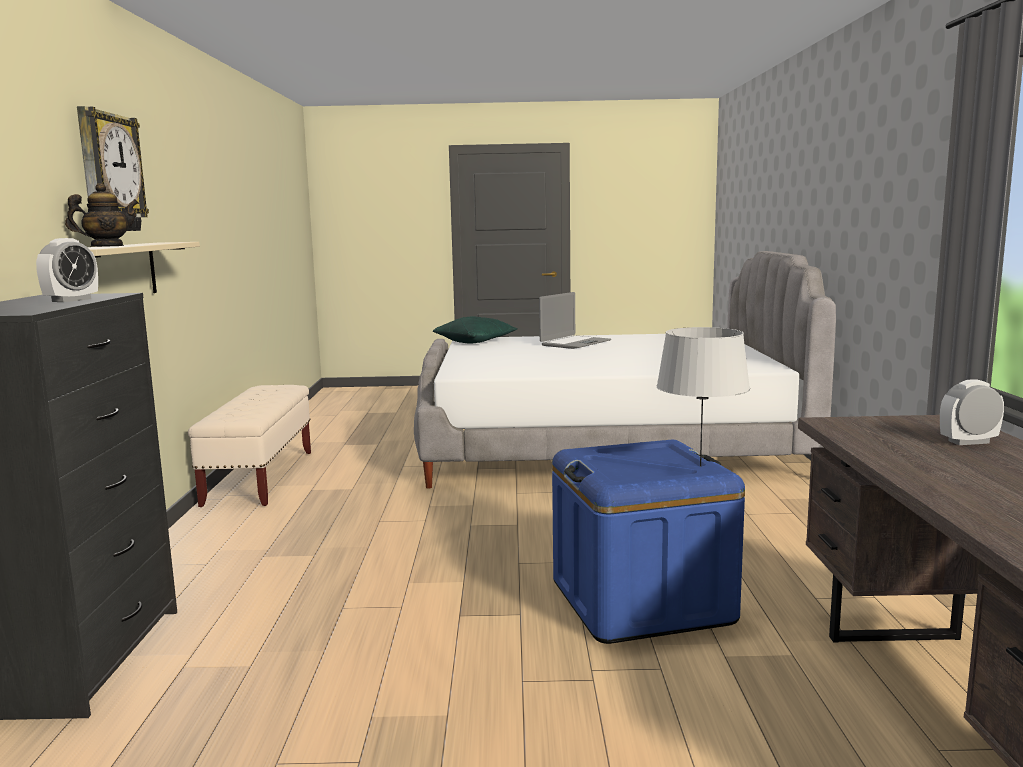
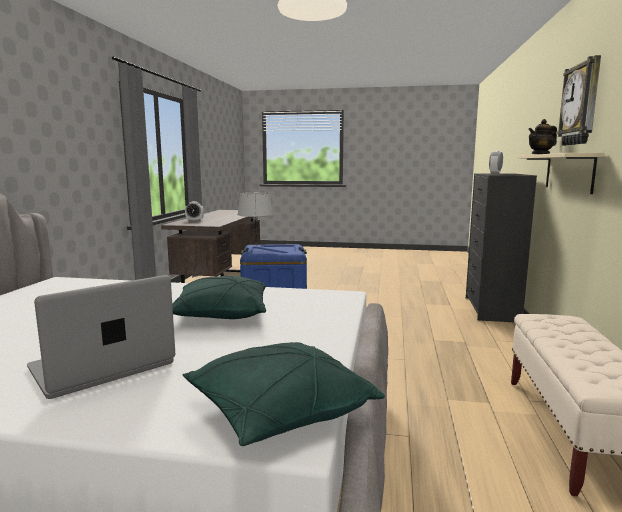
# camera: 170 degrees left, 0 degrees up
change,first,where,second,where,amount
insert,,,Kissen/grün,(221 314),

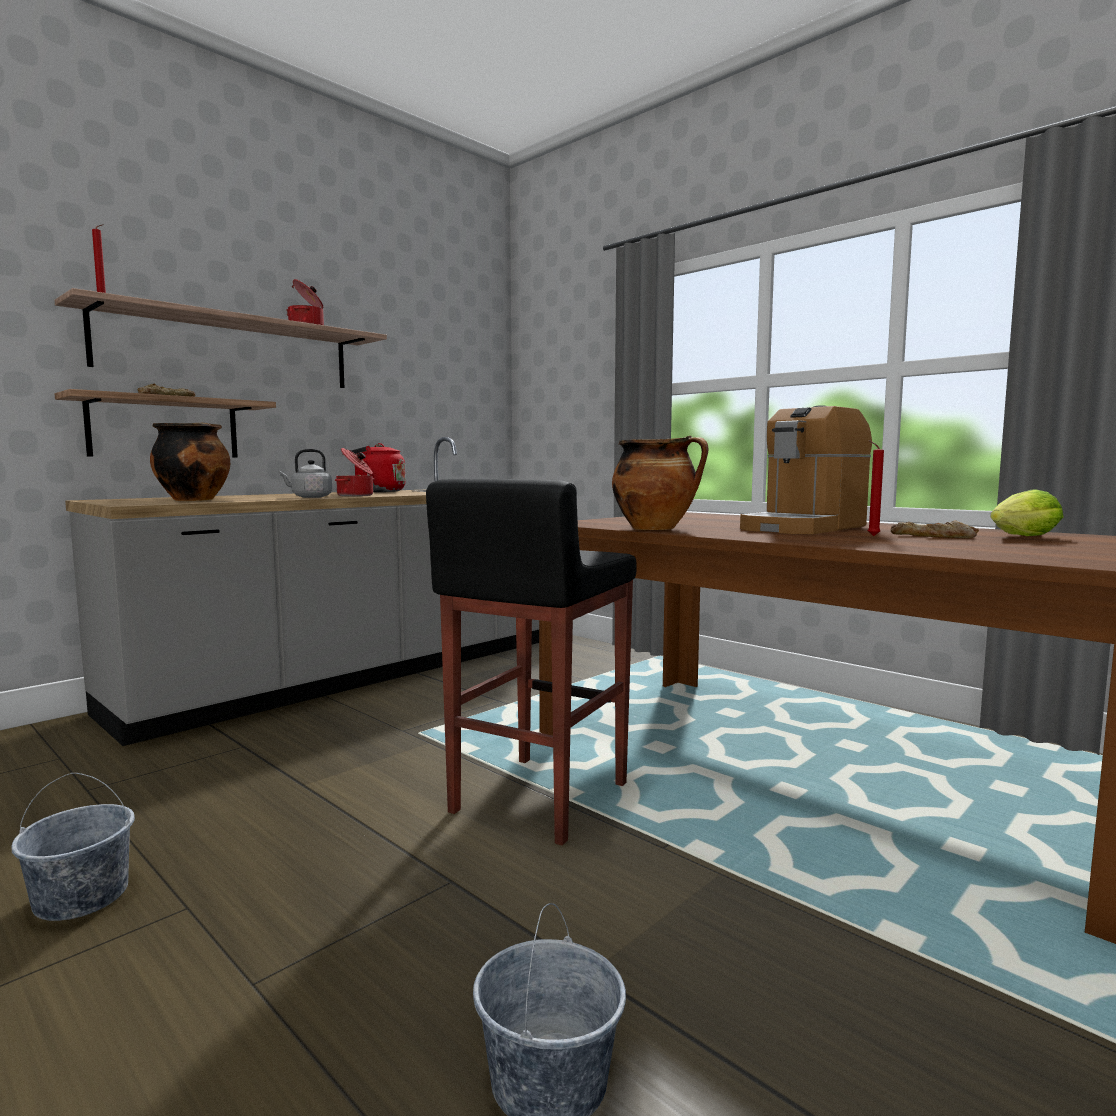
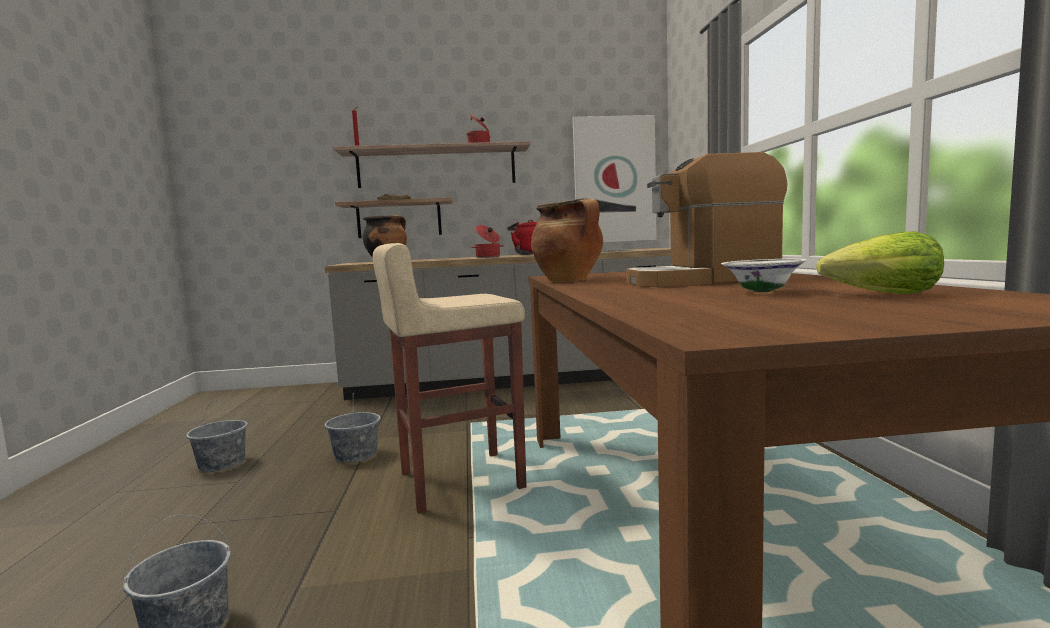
# camera: 40 degrees right, 0 degrees up
change,first,where,second,where,amount
delete,Kerze/rot,(871 536),,,
delete,Wasserkessel/grau,(309 497),,,
recolor,Hocker/schwarz,(537 798),Hocker/beige,(458 480),
replace,Brot,(933 536),Schüssel/weiß,(762 292),
insert,,,Bild,(614 180),
insert,,,Eimer/grau,(356 455),

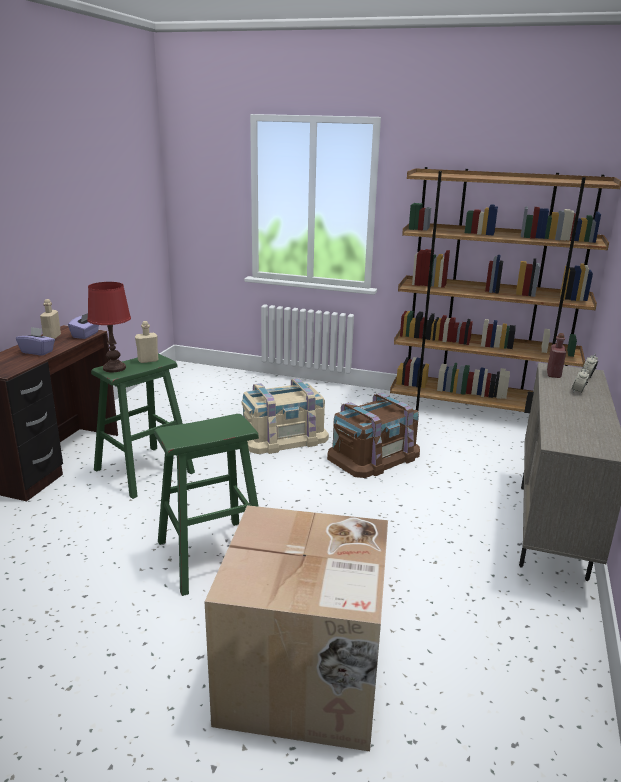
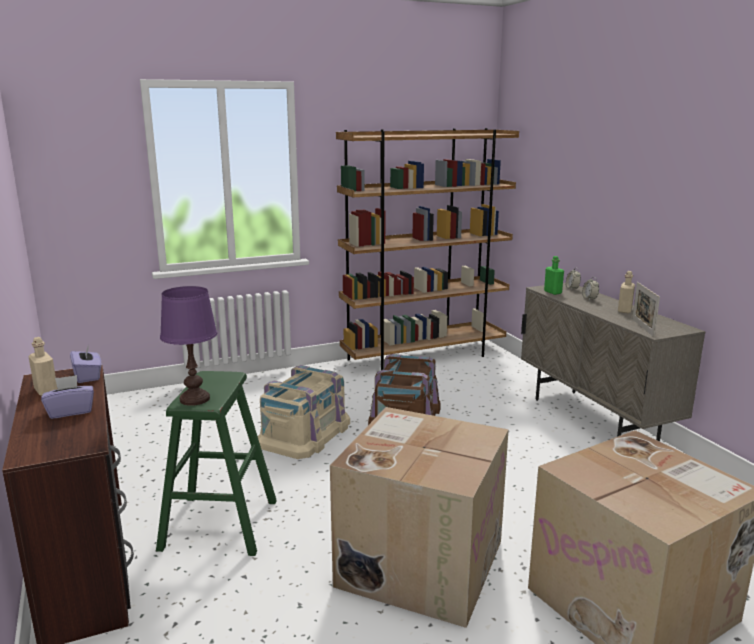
# camera: 40 degrees left, 5 degrees down
change,first,where,second,where,amount
recolor,Tischlampe/rot,(114 368),Tischlampe/lila,(195 399),
move,Flasche/beige,(148 360),,(624 310),
recolor,Flasche/rot,(553 374),Flasche/grün,(552 292),
replace,Hocker/grün,(212 555),Karton,(419 561),
insert,,,Bilderrahmen,(642 328),

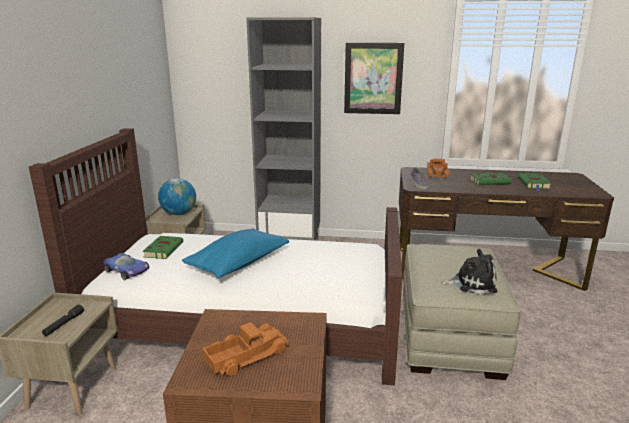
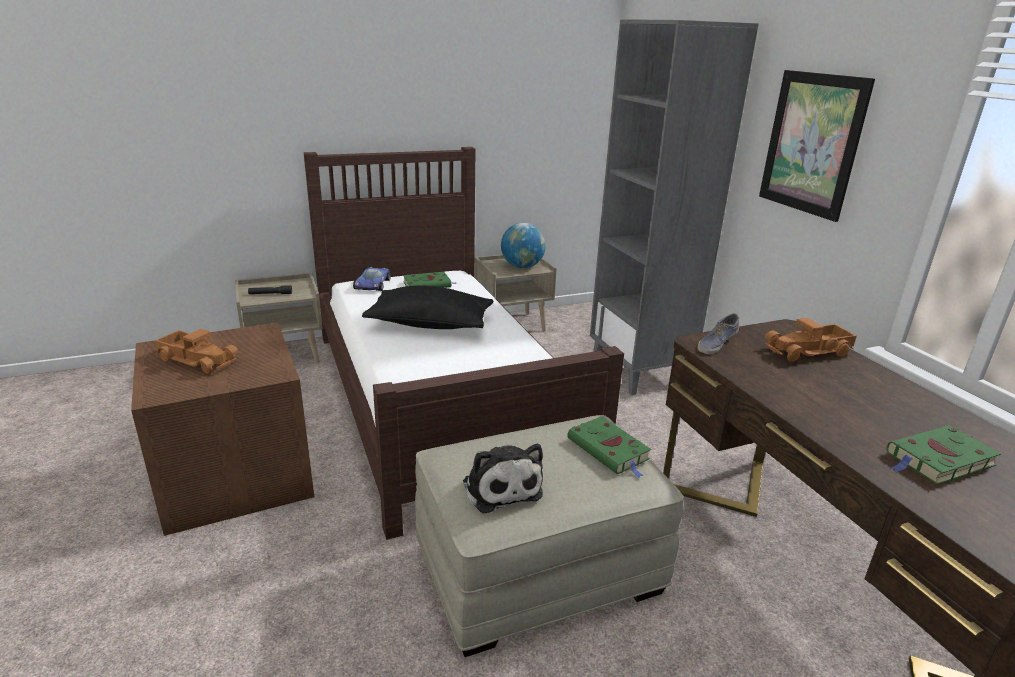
# camera: 60 degrees right, 5 degrees up
change,first,where,second,where,amount
move,Buch/grün,(490 181),,(610 450),
recolor,Kissen/blau,(238 264),Kissen/schwarz,(430 324),

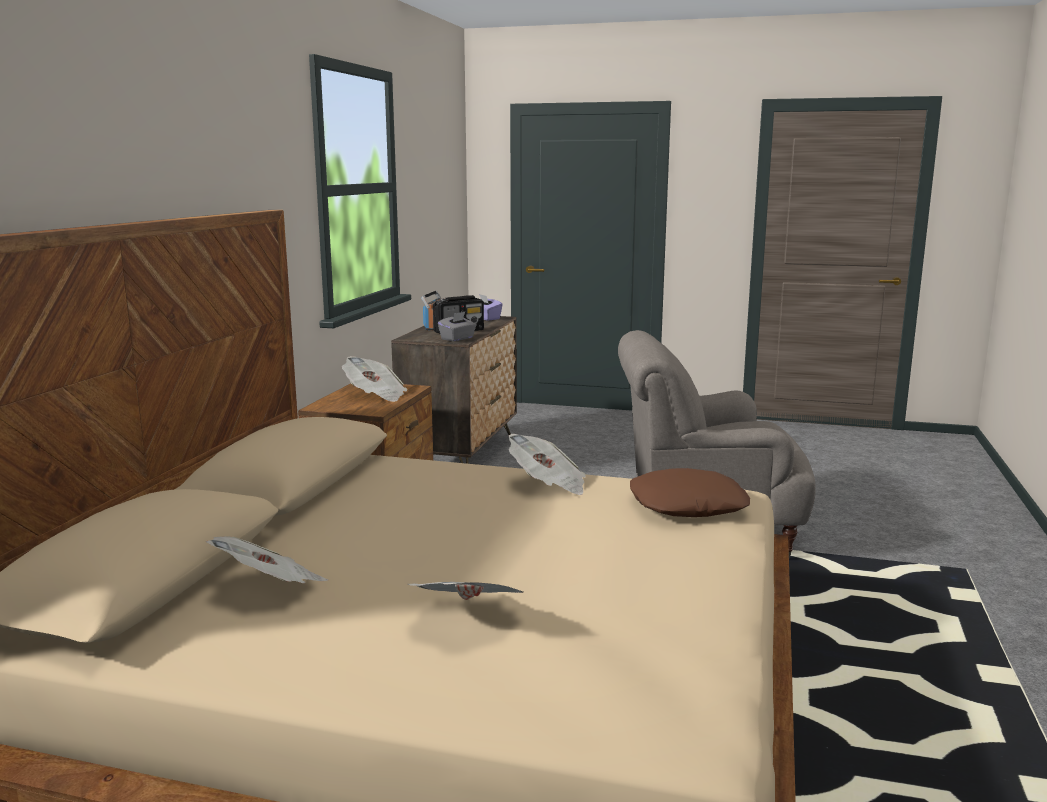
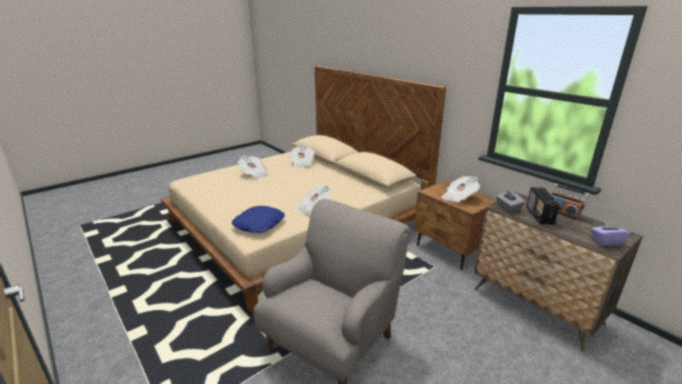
# camera: 125 degrees right, 10 degrees up
change,first,where,second,where,amount
recolor,Kissen/braun,(687 505),Kissen/blau,(259 224),

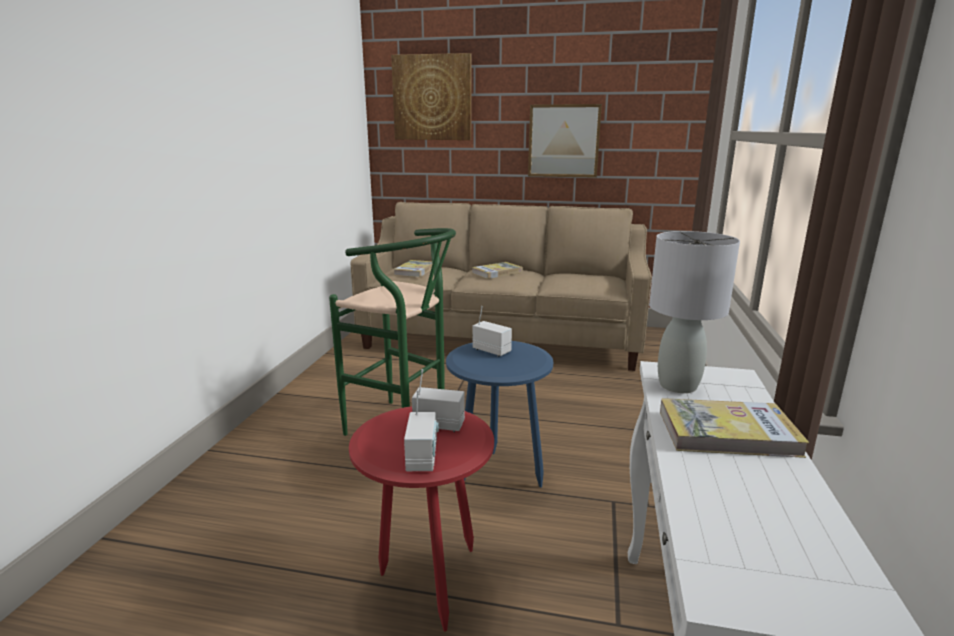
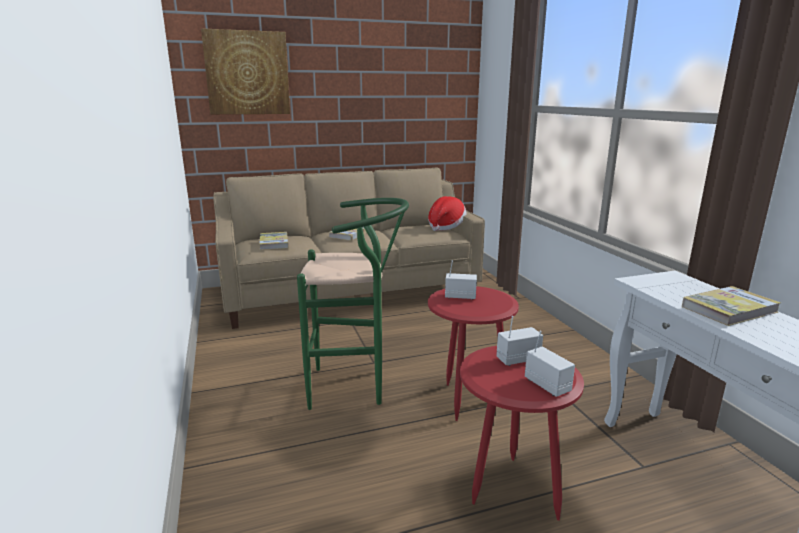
# camera: 30 degrees left, 0 degrees up
change,first,where,second,where,amount
delete,Bild,(563 141),,,
delete,Tischlampe/grau,(677 386),,,
recolor,Beistelltisch/blau,(497 473),Beistelltisch/rot,(467 398),
insert,,,Hut,(445 226),

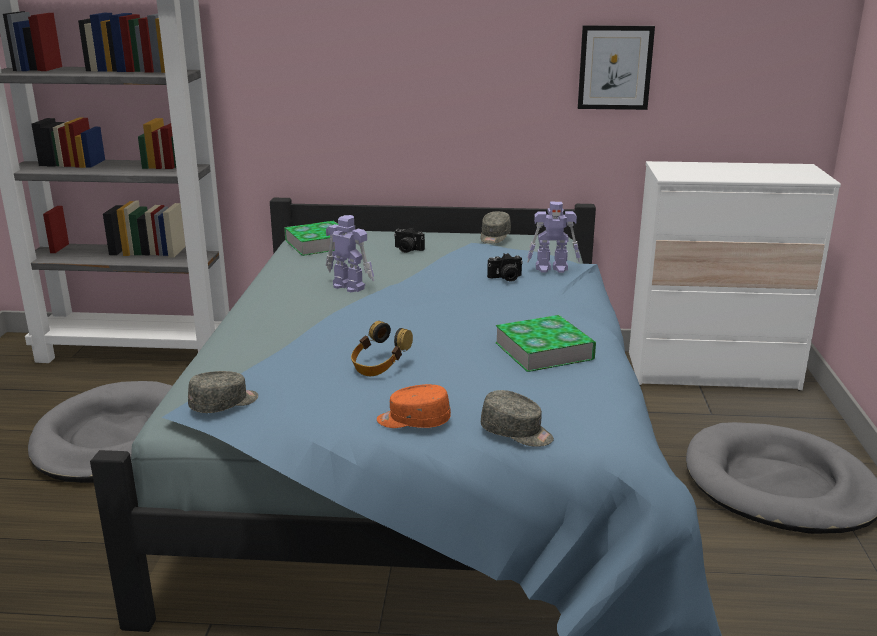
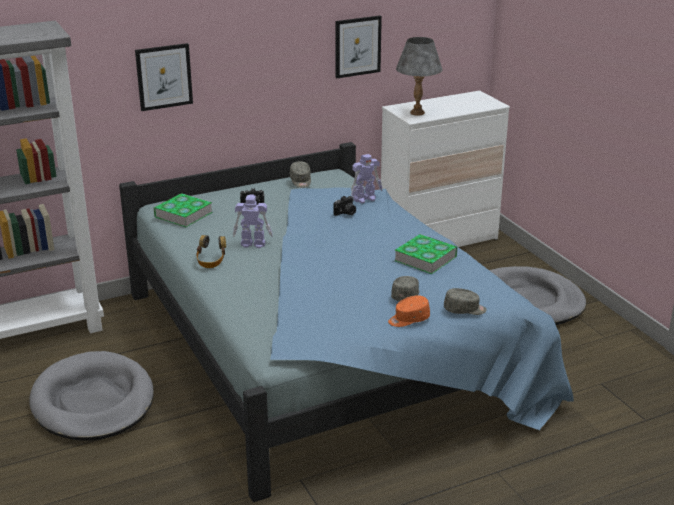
# camera: 30 degrees left, 5 degrees up
change,first,where,second,where,amount
move,Kopfhörer,(379 366),,(211 261),
move,Kappe/grau,(224 404),,(406 295),
insert,,,Tischlampe/grau,(417 113),
insert,,,Bild,(164 76),

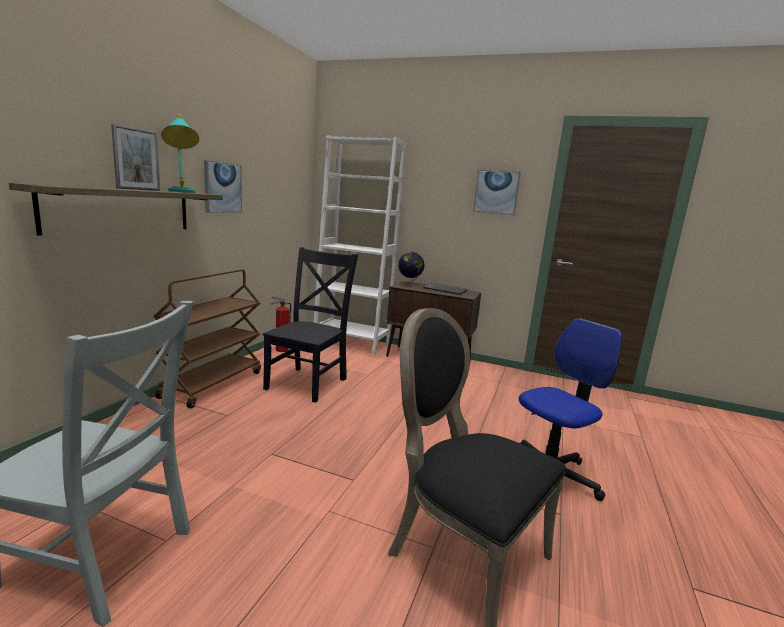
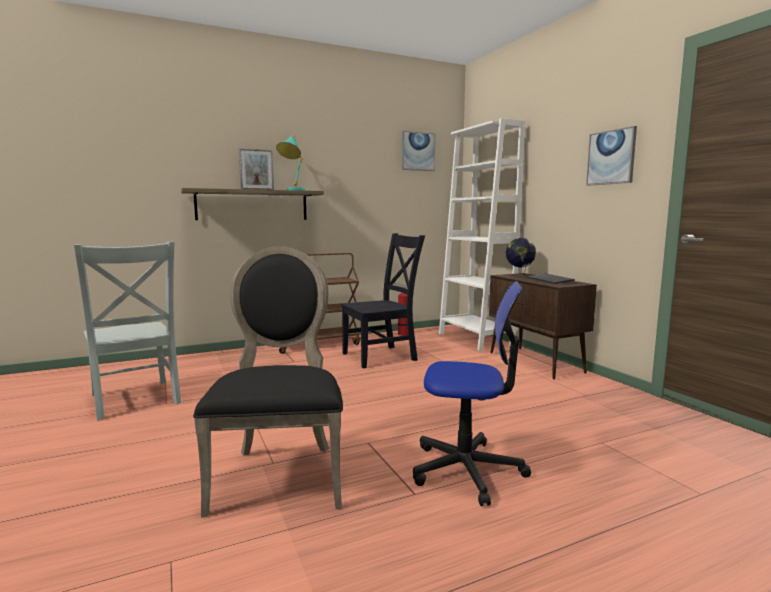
# camera: 45 degrees right, 5 degrees down
change,first,where,second,where,amount
move,Bild,(222 187),,(417 151),

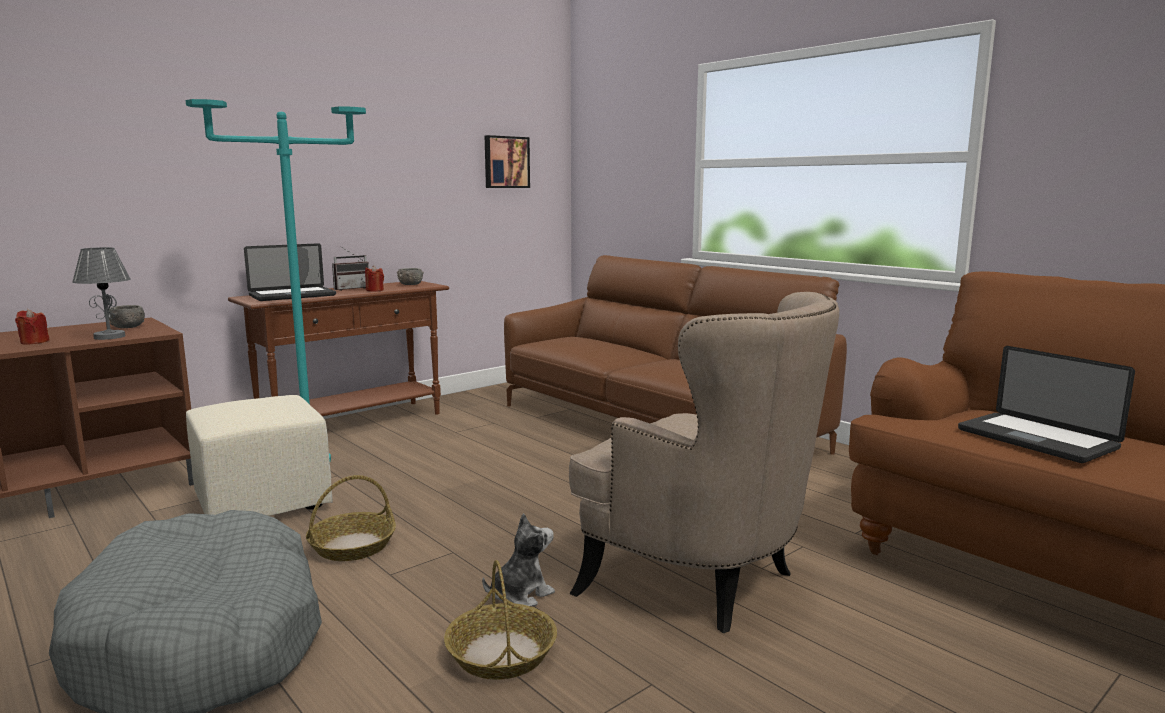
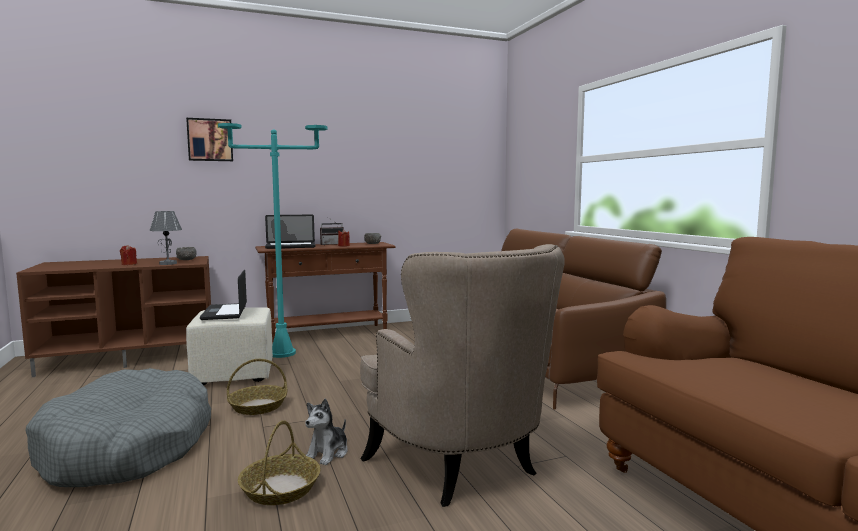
# camera: 20 degrees right, 5 degrees down
change,first,where,second,where,amount
move,Bild,(506 162),,(210 140),
move,Laptop,(1036 439),,(224 313),
rotate,Plüschtier,(520 595),,(328 453),135 degrees clockwise

